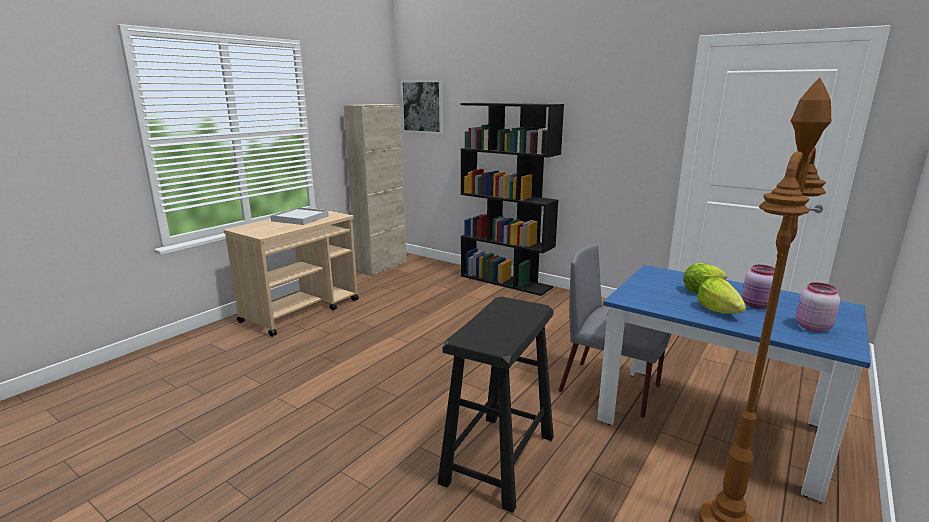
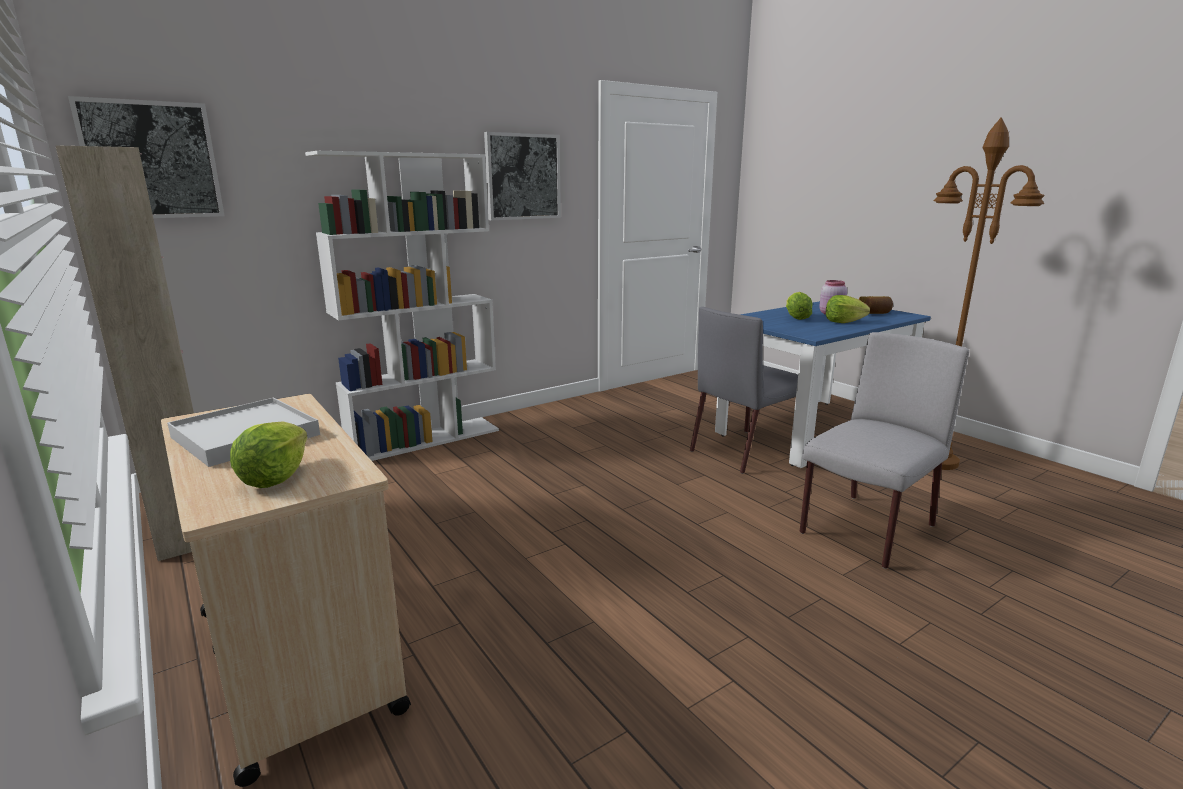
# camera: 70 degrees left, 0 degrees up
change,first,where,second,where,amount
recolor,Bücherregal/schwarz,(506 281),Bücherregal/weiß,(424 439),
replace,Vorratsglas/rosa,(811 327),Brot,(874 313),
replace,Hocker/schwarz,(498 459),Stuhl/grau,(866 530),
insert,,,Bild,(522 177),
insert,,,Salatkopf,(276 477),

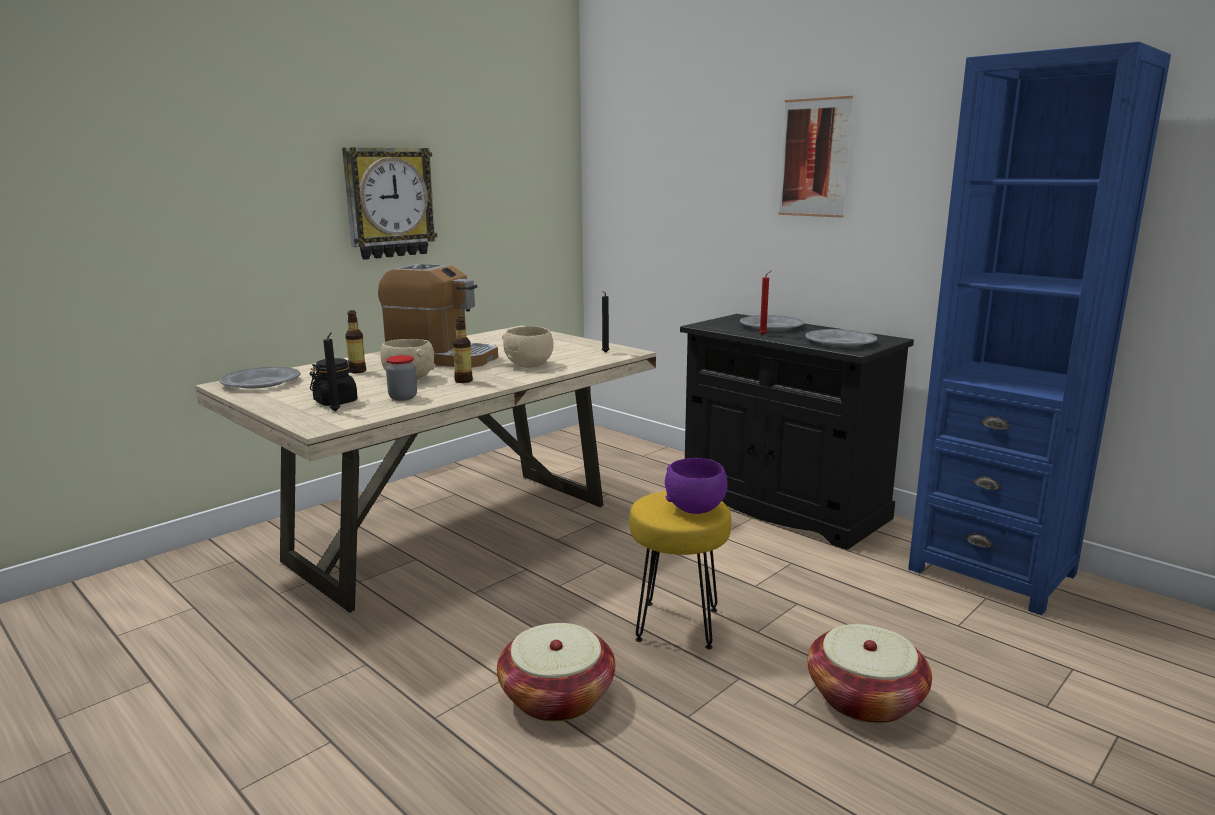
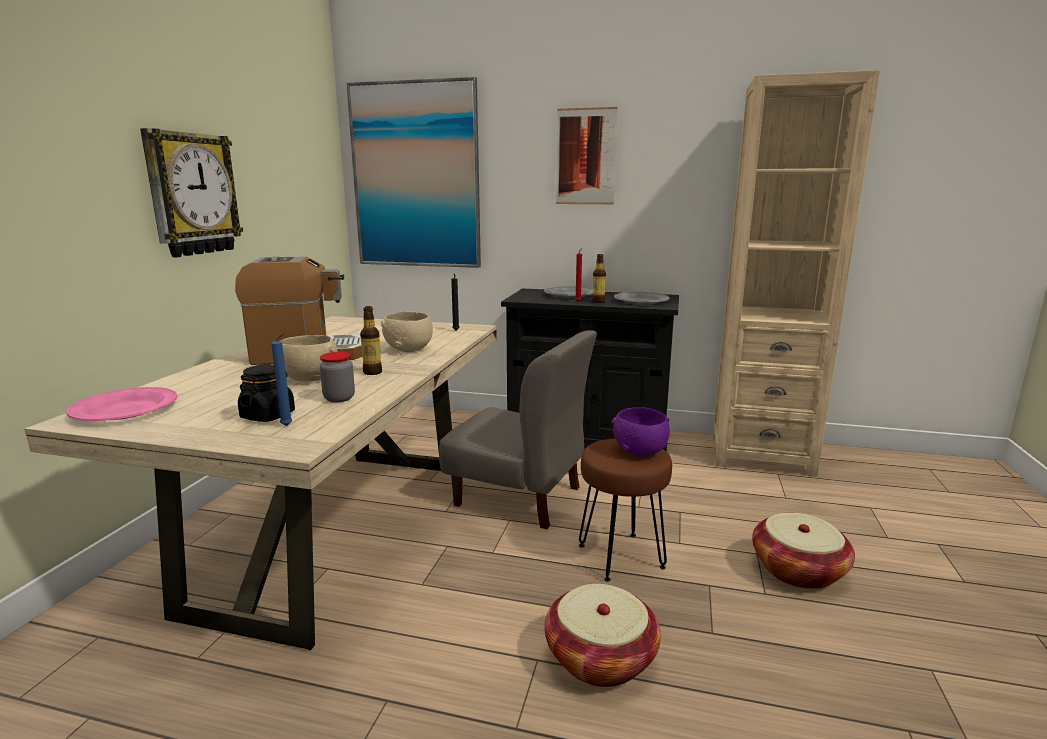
# camera: 30 degrees left, 0 degrees up
change,first,where,second,where,amount
recolor,Bücherregal/blau,(992 571),Bücherregal/beige,(761 454),
move,Flasche,(357 371),,(598 301),
recolor,Kerze/schwarz,(336 411),Kerze/blau,(288 426),
recolor,Teller/grau,(261 382),Teller/rosa,(124 410),
recolor,Hocker/gelb,(678 625),Hocker/braun,(622 556),
insert,,,Bild,(416 176),
insert,,,Stuhl/grau,(519 496),

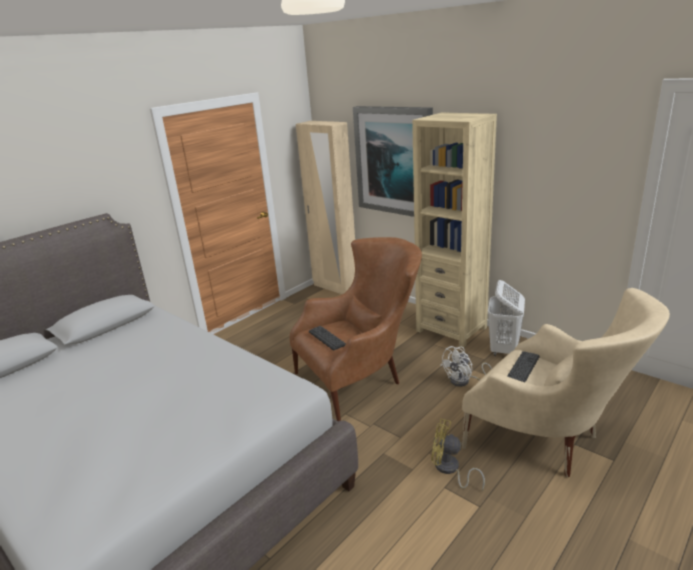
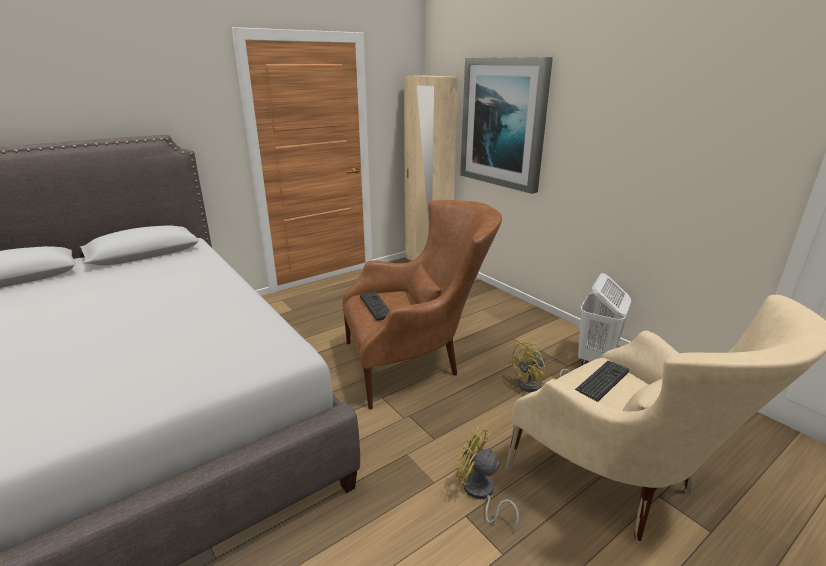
# camera: 10 degrees right, 0 degrees up
change,first,where,second,where,amount
delete,Bücherregal/beige,(451 329),,,
recolor,Ventilator/weiß,(464 381),Ventilator/gelb,(535 387),

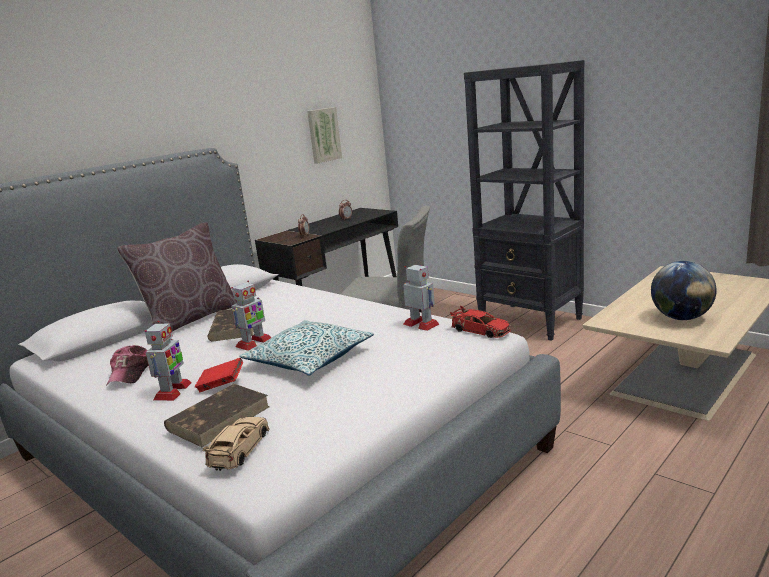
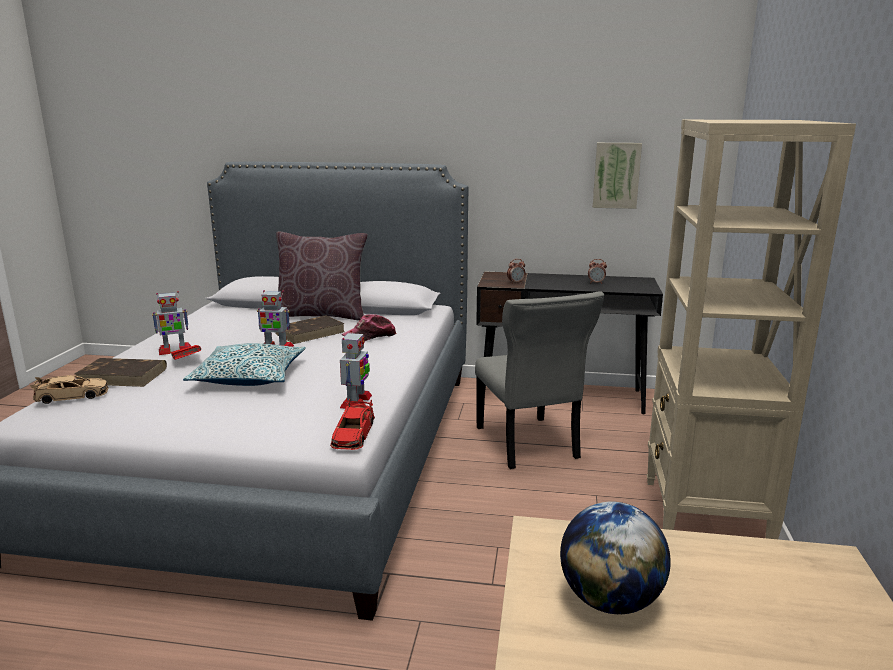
# camera: 55 degrees right, 0 degrees up
change,first,where,second,where,amount
recolor,Bücherregal/schwarz,(531 322),Bücherregal/beige,(703 518),
move,Kappe,(130 373),,(370 336),

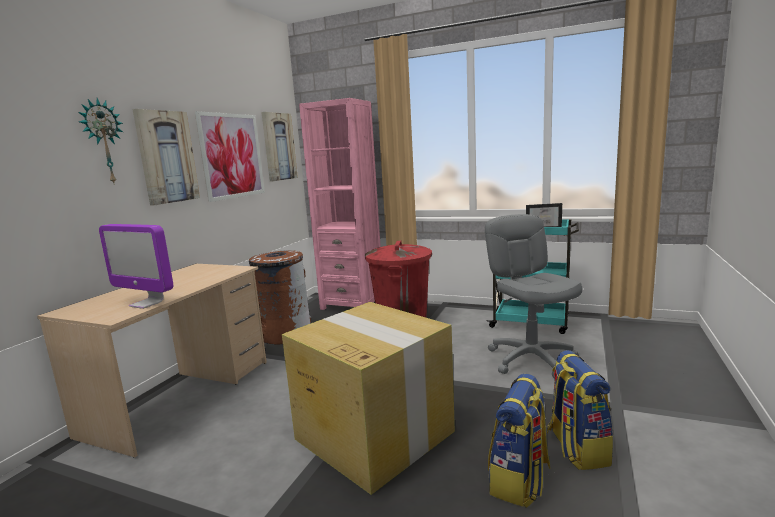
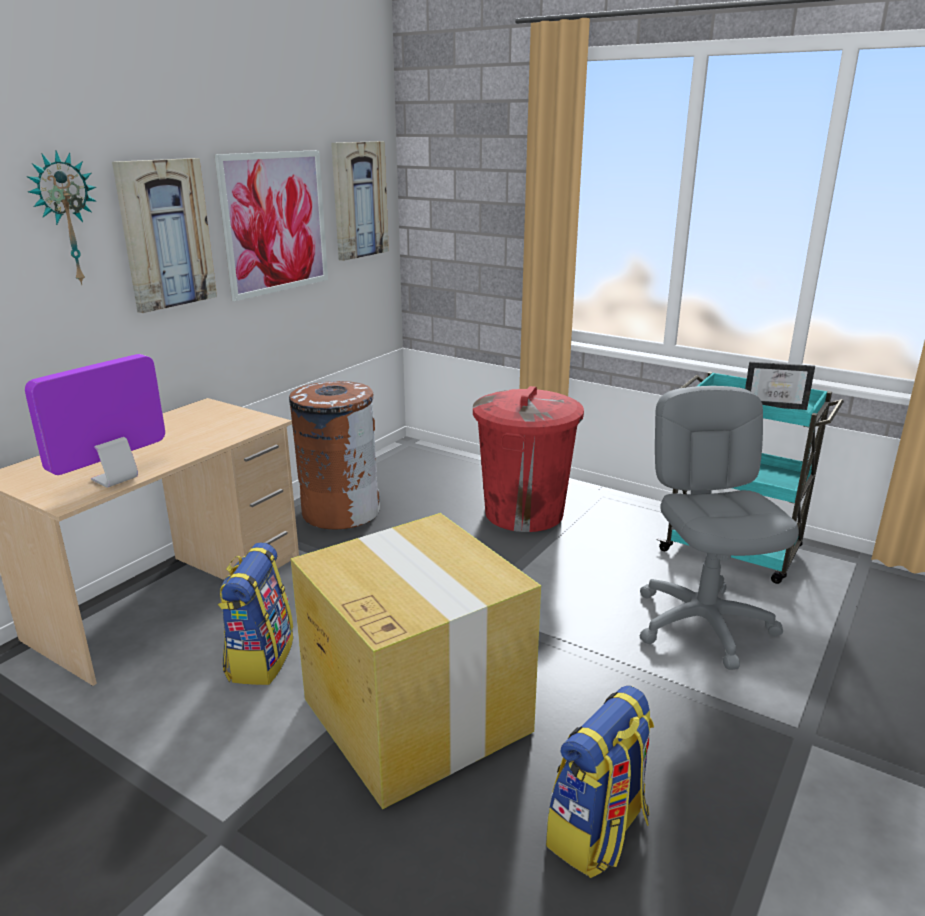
# camera: 10 degrees right, 10 degrees up
change,first,where,second,where,amount
delete,Bücherregal/rosa,(352 304),,,
rotate,Monitor,(147 303),,(115 479),90 degrees clockwise
move,Rucksack,(576 448),,(260 659),

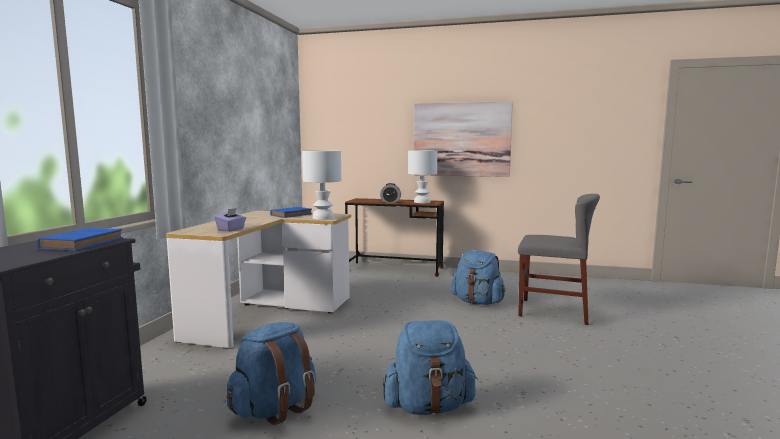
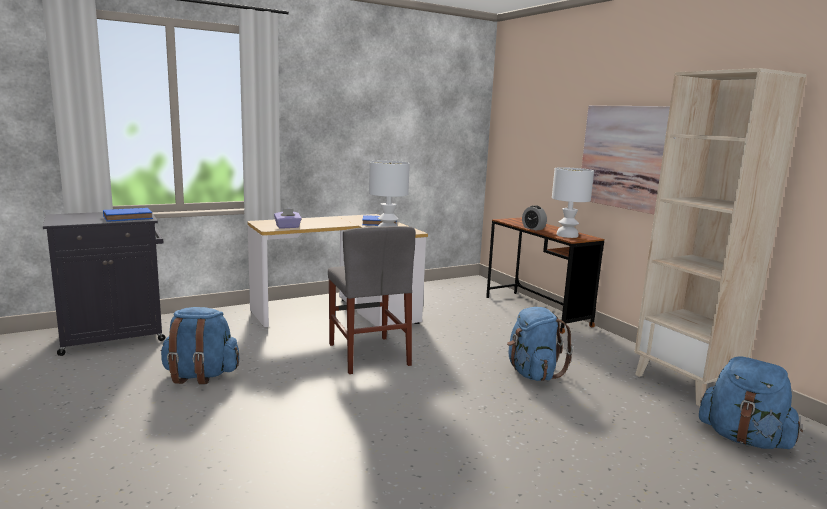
# camera: 45 degrees right, 5 degrees up
change,first,where,second,where,amount
move,Stuhl/grau,(553 311),,(368 354),
move,Rucksack/blau,(429 407),,(744 439),
insert,,,Bücherregal/beige,(686 384),

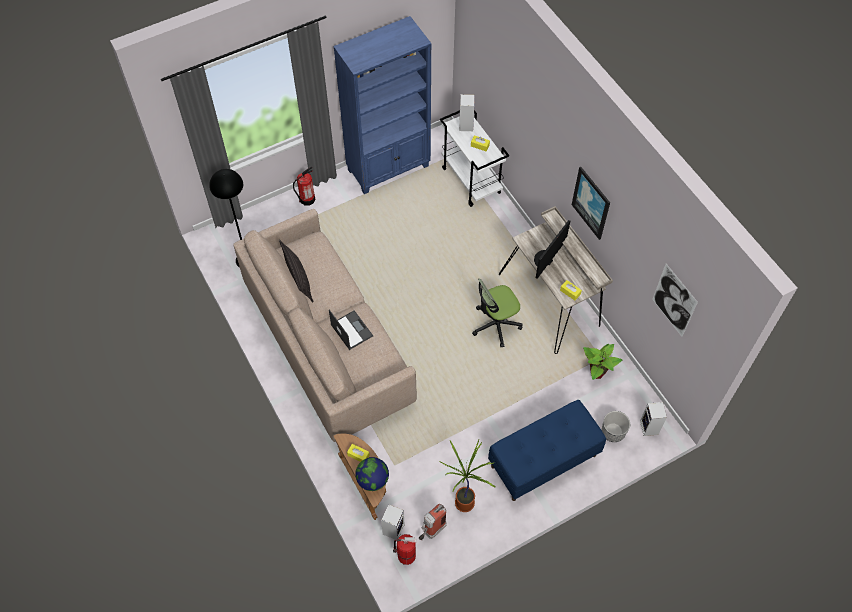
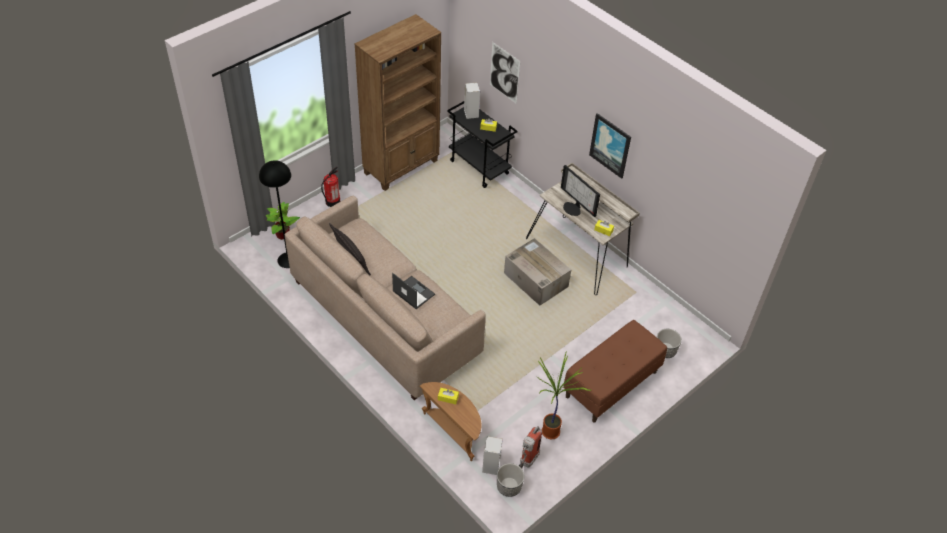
# camera: 15 degrees left, 10 degrees down
change,first,where,second,where,amount
recolor,Bücherregal/blau,(389 168),Bücherregal/braun,(402 167),
recolor,Rollwagen/weiß,(472 181),Rollwagen/schwarz,(480 167),
rotate,Monitor,(545 260),,(573 208),60 degrees counterclockwise
move,Bild,(674 300),,(504 73),
replace,Bürostuhl,(495 324),Karton,(535 279),
move,Topfpflanze,(597 372),,(282 235),
recolor,Bank/blau,(543 461),Bank/braun,(611 384),
delete,Lautsprecher,(649 428),,,
delete,Globus,(372 480),,,
replace,Feuerlöscher,(405 555),Pflanzkübel,(509 487),

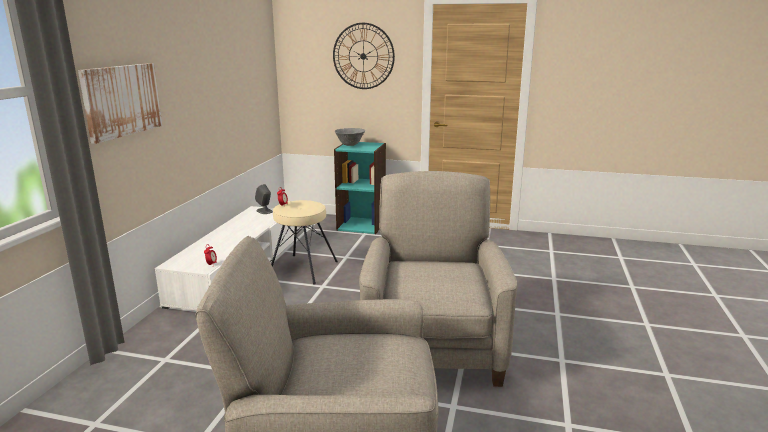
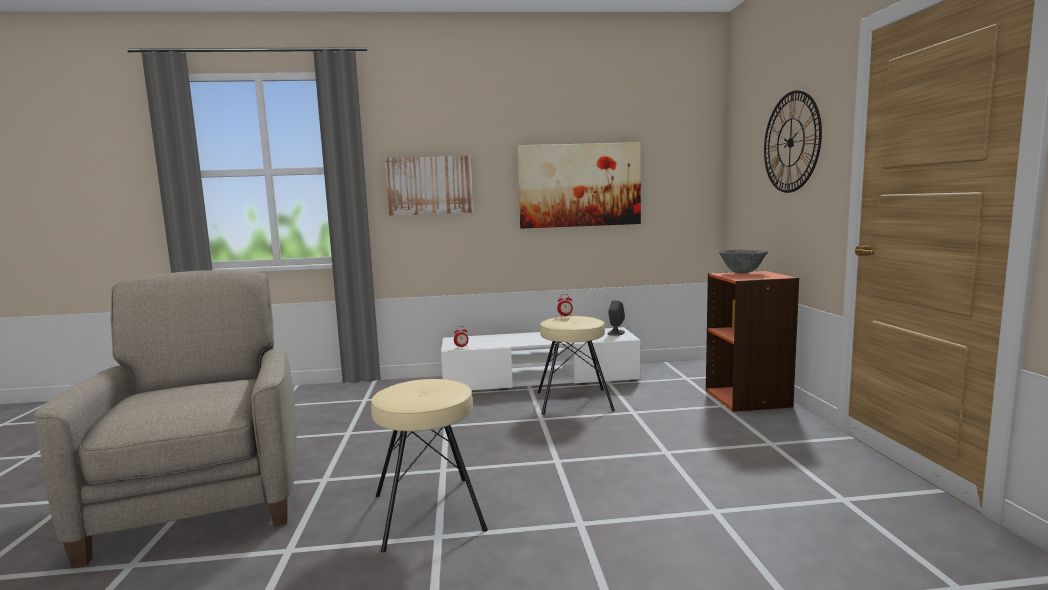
# camera: 70 degrees right, 10 degrees down
change,first,where,second,where,amount
recolor,Bücherregal/türkis,(361 225),Bücherregal/orange,(748 398),
replace,Sessel/beige,(433 346),Hocker/beige,(429 511),
insert,,,Bild,(579 185),

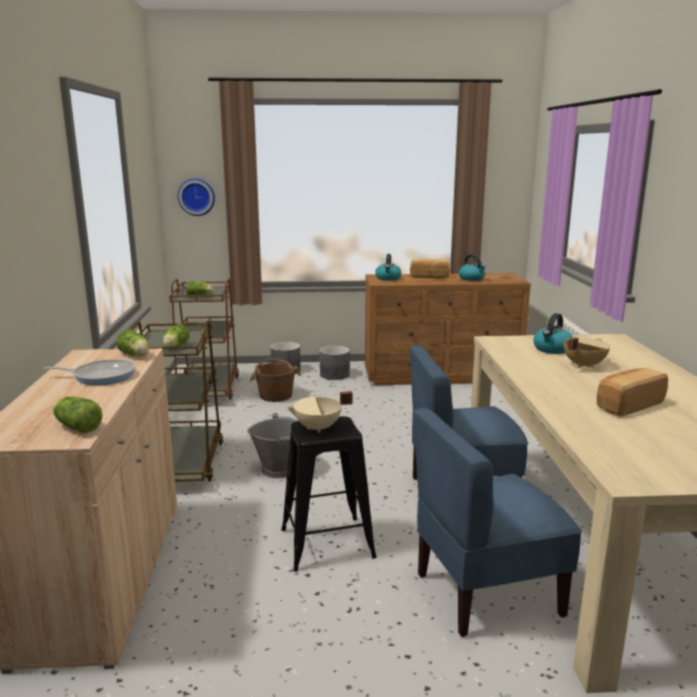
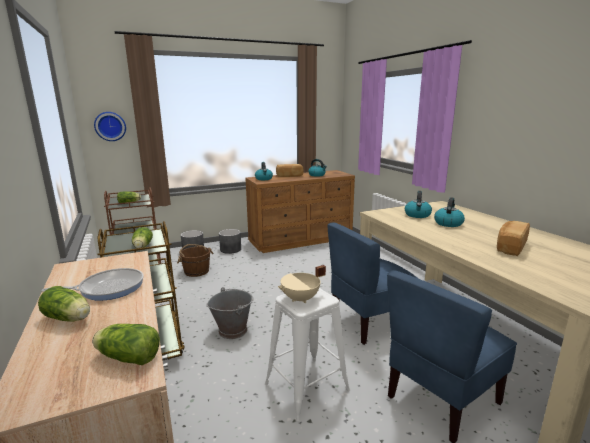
# camera: 20 degrees left, 0 degrees up
change,first,where,second,where,amount
move,Salatkopf,(135 355),,(69 319),
replace,Kochtopf/beige,(583 365),Wasserkessel,(448 223),
recolor,Hocker/schwarz,(327 543),Hocker/weiß,(306 387),

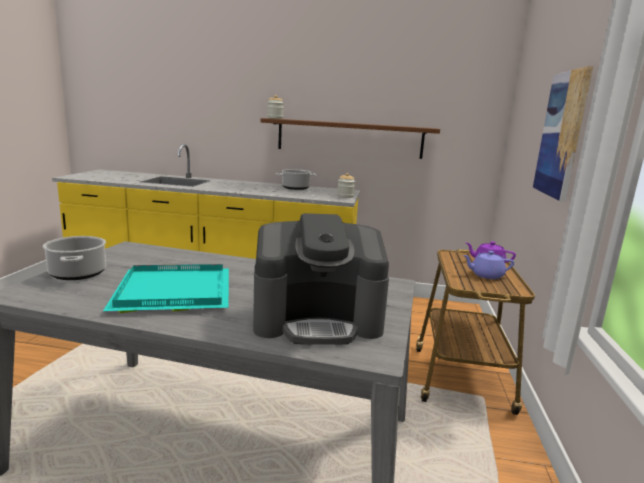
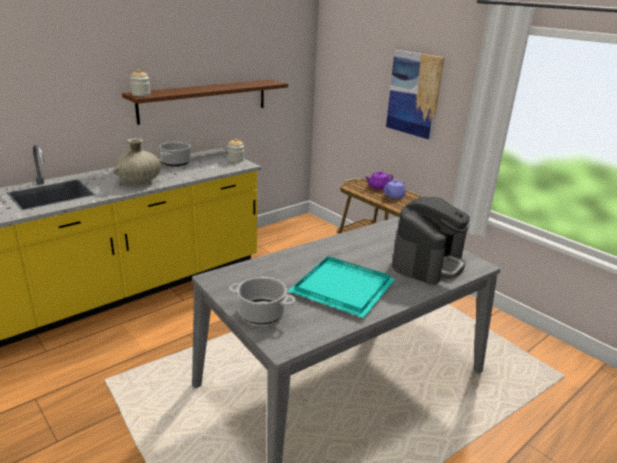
# camera: 50 degrees left, 10 degrees up
change,first,where,second,where,amount
insert,,,Vase/beige,(140 181),

